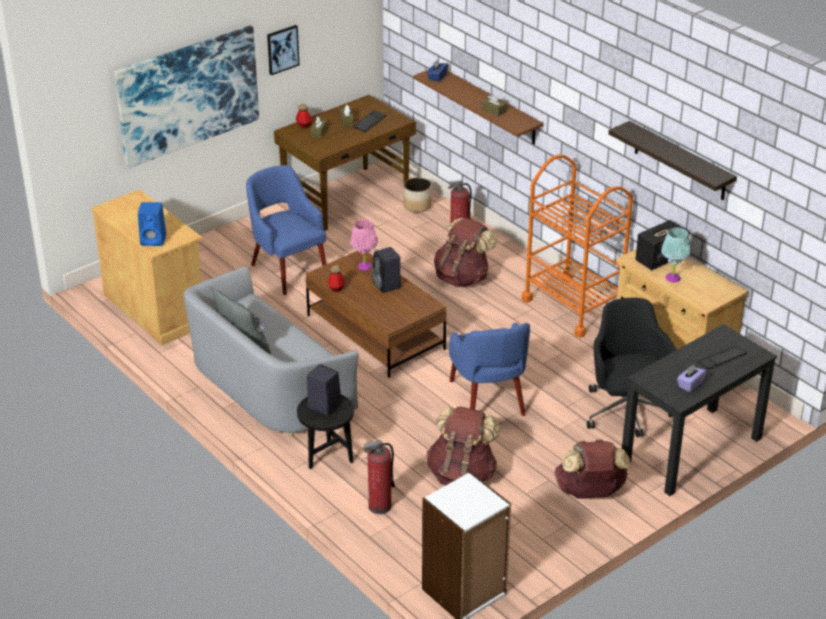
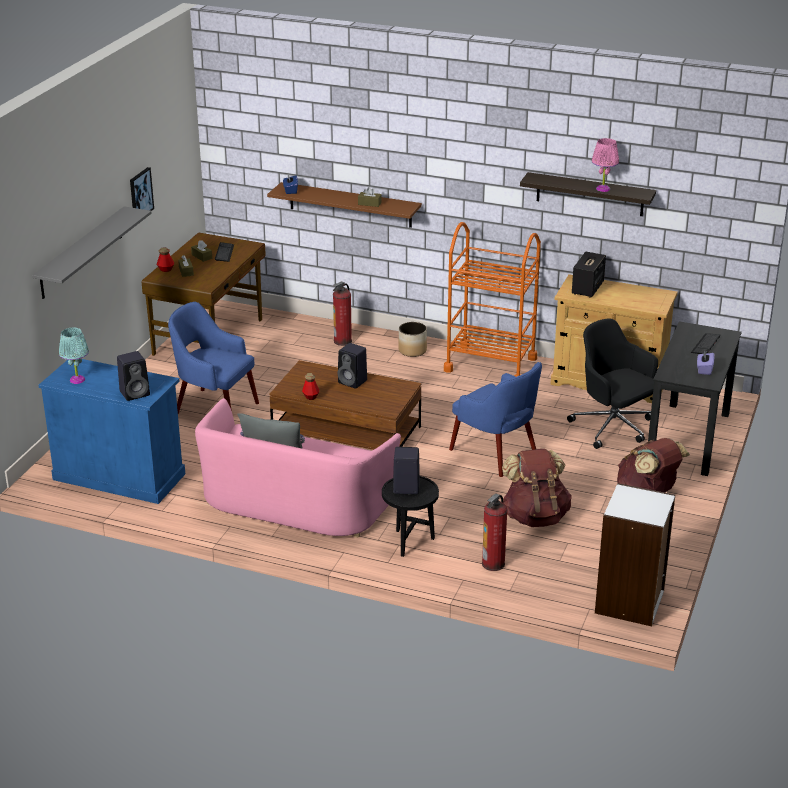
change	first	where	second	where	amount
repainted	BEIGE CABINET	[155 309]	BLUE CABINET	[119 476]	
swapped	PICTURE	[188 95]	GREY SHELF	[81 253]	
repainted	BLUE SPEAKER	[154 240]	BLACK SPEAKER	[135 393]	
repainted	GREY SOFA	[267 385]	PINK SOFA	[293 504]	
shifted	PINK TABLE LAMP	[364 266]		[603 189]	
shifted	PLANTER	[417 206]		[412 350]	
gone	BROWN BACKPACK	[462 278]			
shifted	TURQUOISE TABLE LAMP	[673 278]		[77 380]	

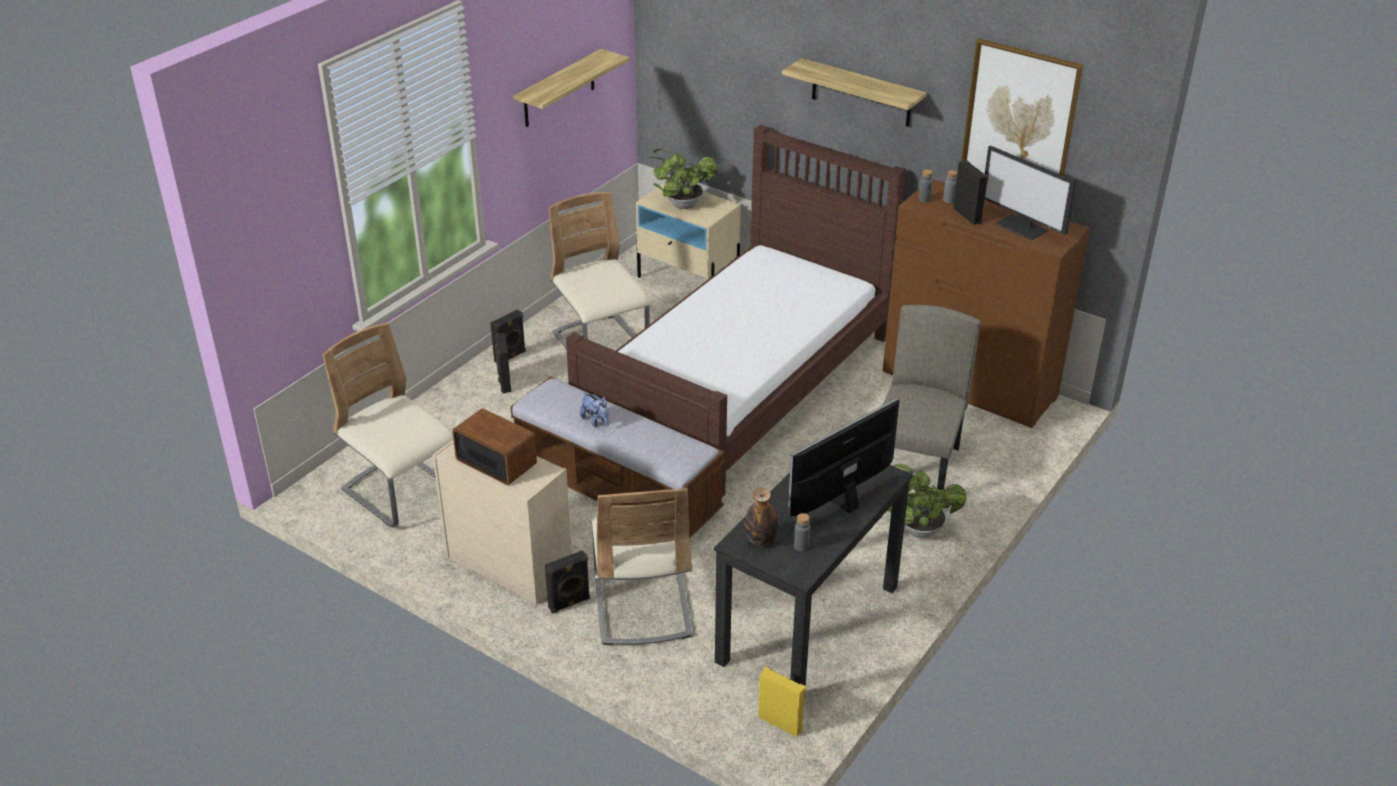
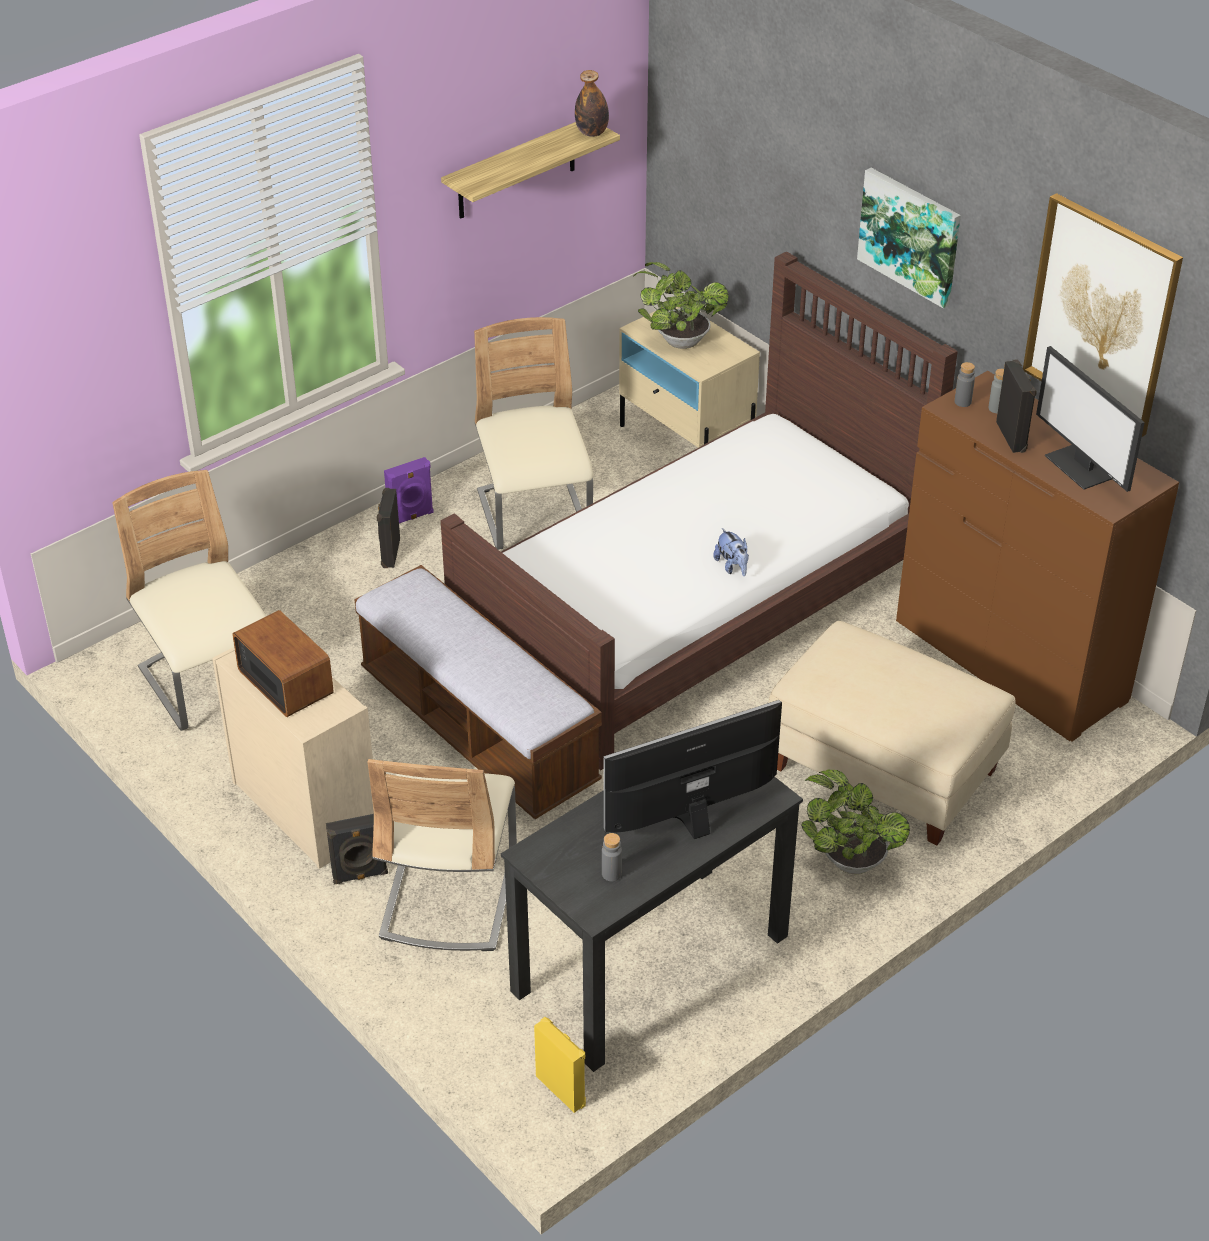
change	first	where	second	where	amount
repainted	BLACK SPEAKER	[510 357]	PURPLE SPEAKER	[411 517]	
shifted	PLUSH TOY	[596 421]		[732 567]	
shifted	BOTTLE	[760 540]		[592 133]	
swapped	SHELF	[861 93]	PICTURE	[910 236]	
swapped	BEIGE CHAIR	[915 466]	BEIGE OTTOMAN	[885 768]	

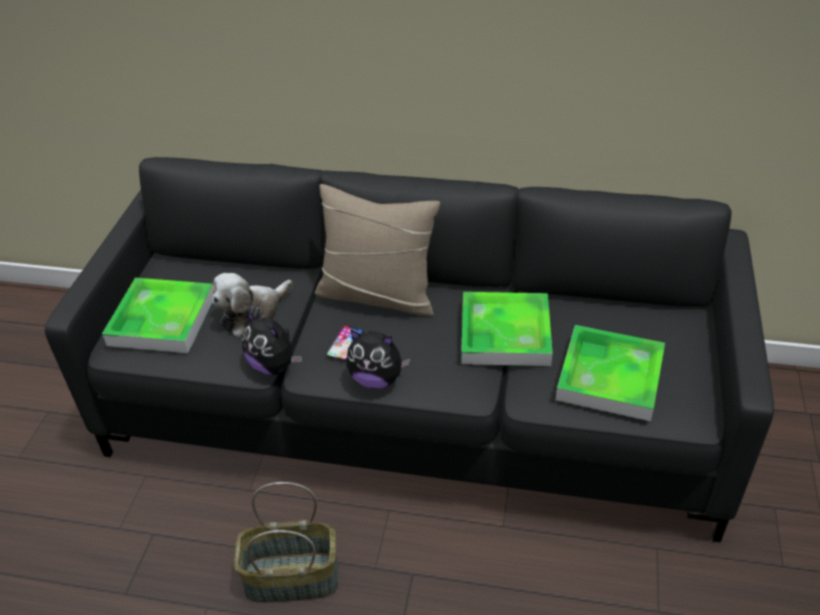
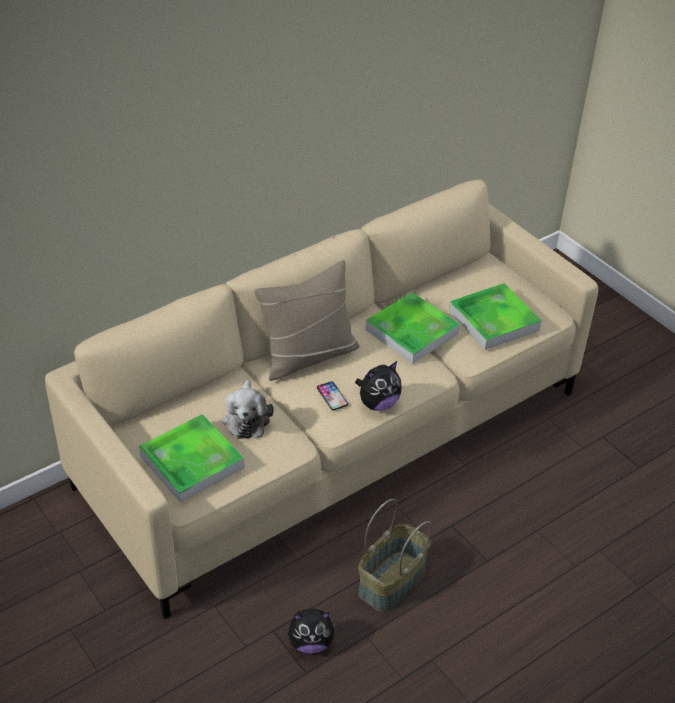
change	first	where	second	where	amount
repainted	BLACK SOFA	[415 410]	BEIGE SOFA	[334 439]	
shifted	PLUSH TOY	[274 365]		[310 643]	

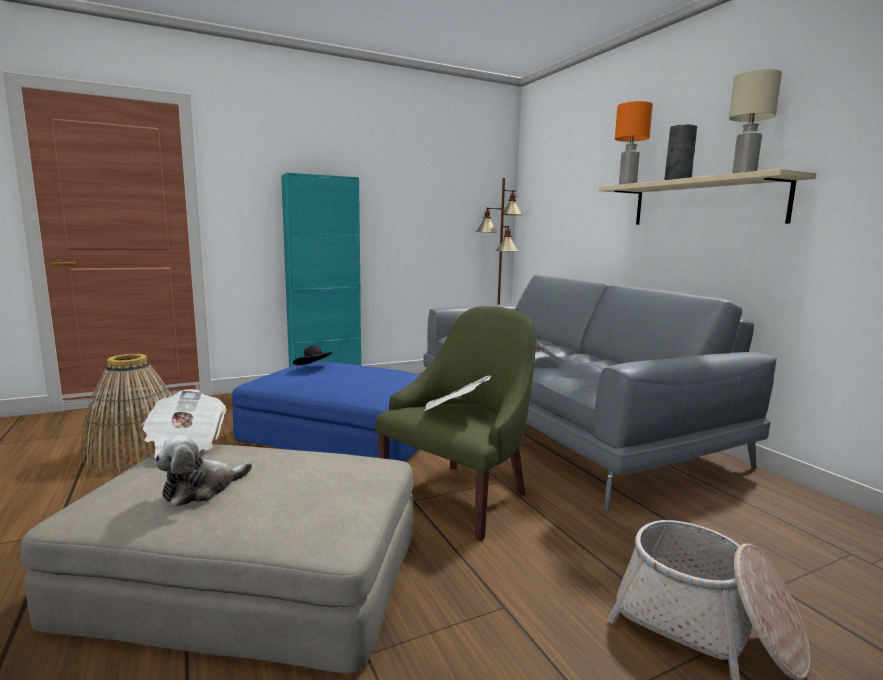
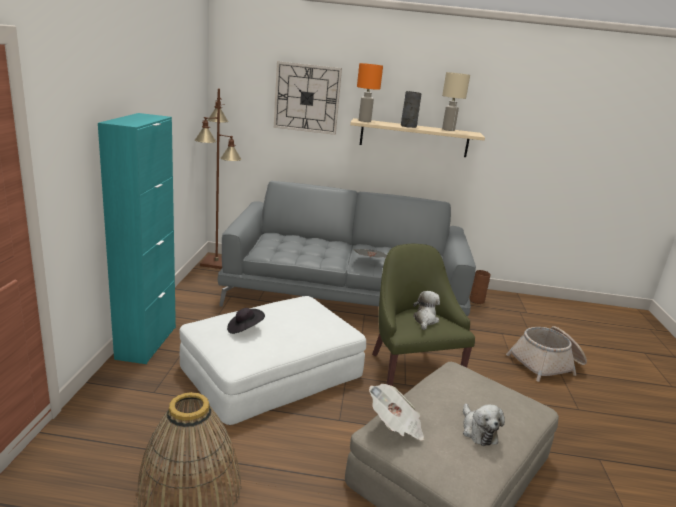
change	first	where	second	where	amount
repainted	BLUE OTTOMAN	[344 433]	WHITE OTTOMAN	[272 370]	
swapped	NEWSPAPER	[454 411]	PLUSH TOY	[425 320]	
new			WALL CLOCK	[307 98]	
new			BROWN VASE	[476 300]	

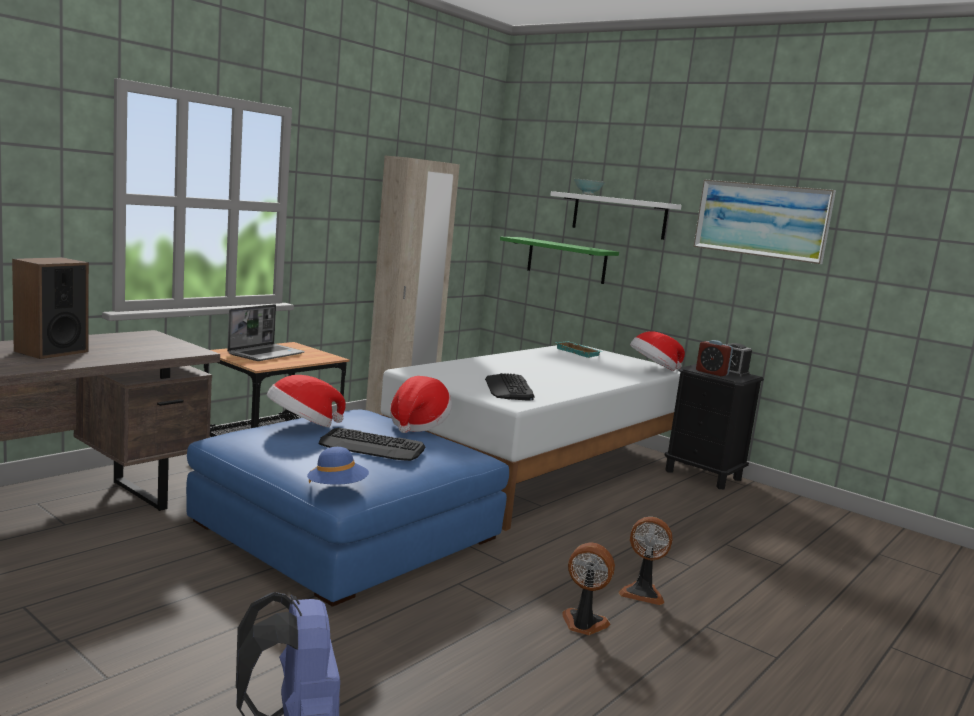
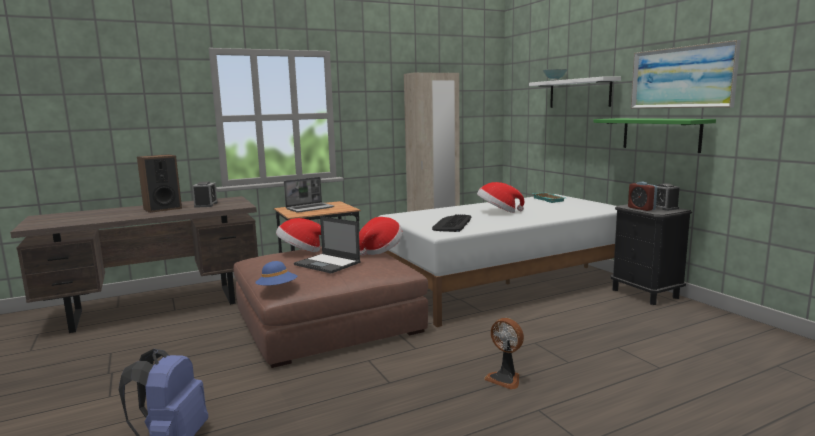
change	first	where	second	where	amount
repainted	BLUE OTTOMAN	[346 530]	BROWN OTTOMAN	[327 321]	
swapped	KEYBOARD	[372 446]	LAPTOP	[328 264]	
shifted	GREEN SHELF	[566 260]		[660 134]	
gone	FAN	[583 624]			
shifted	HAT	[653 369]		[498 212]	
new			ALARM CLOCK	[206 205]	

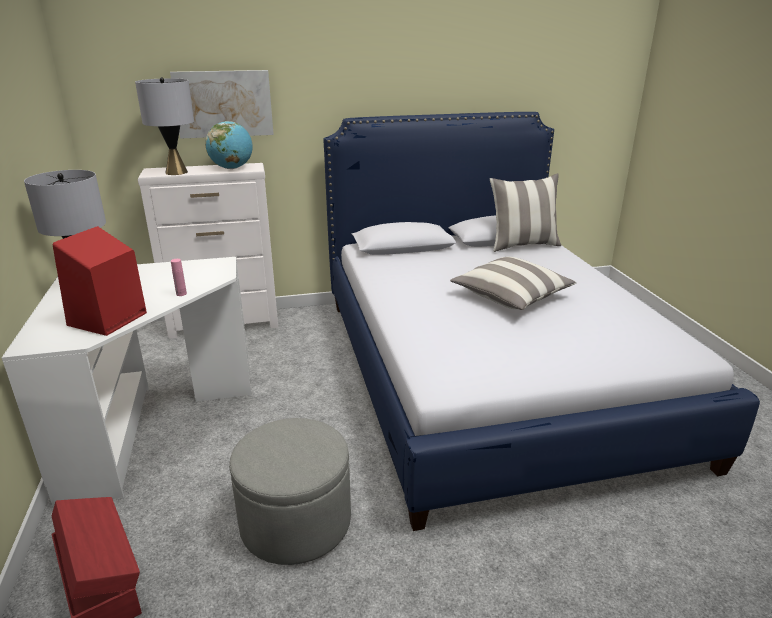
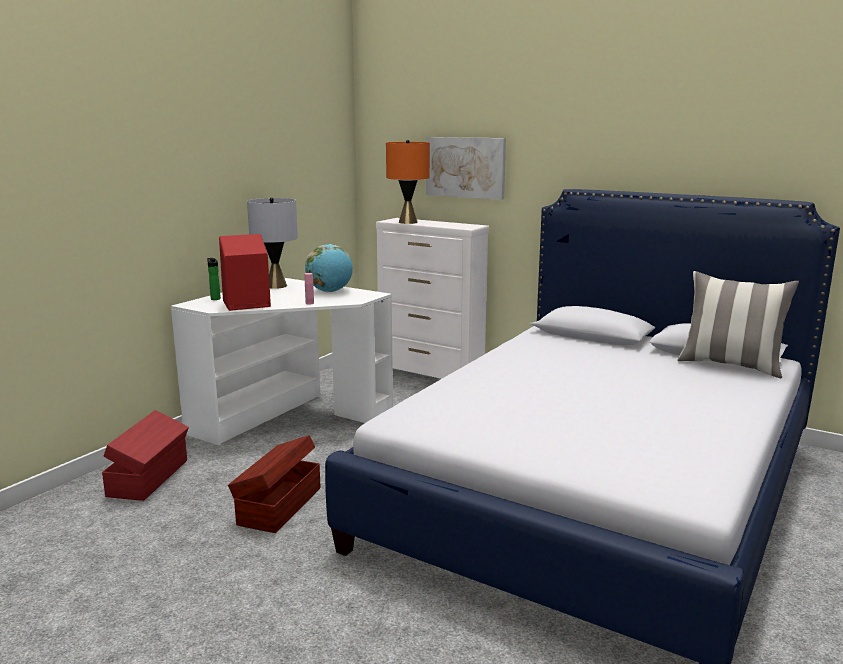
change	first	where	second	where	amount
repainted	GREY TABLE LAMP	[176 172]	ORANGE TABLE LAMP	[407 222]	
shifted	GLOBE	[232 168]		[330 291]	
swapped	GREY OTTOMAN	[296 522]	BROWN STORAGE BOX	[278 506]	
gone	PILLOW	[511 296]			
new			BOTTLE	[215 298]	

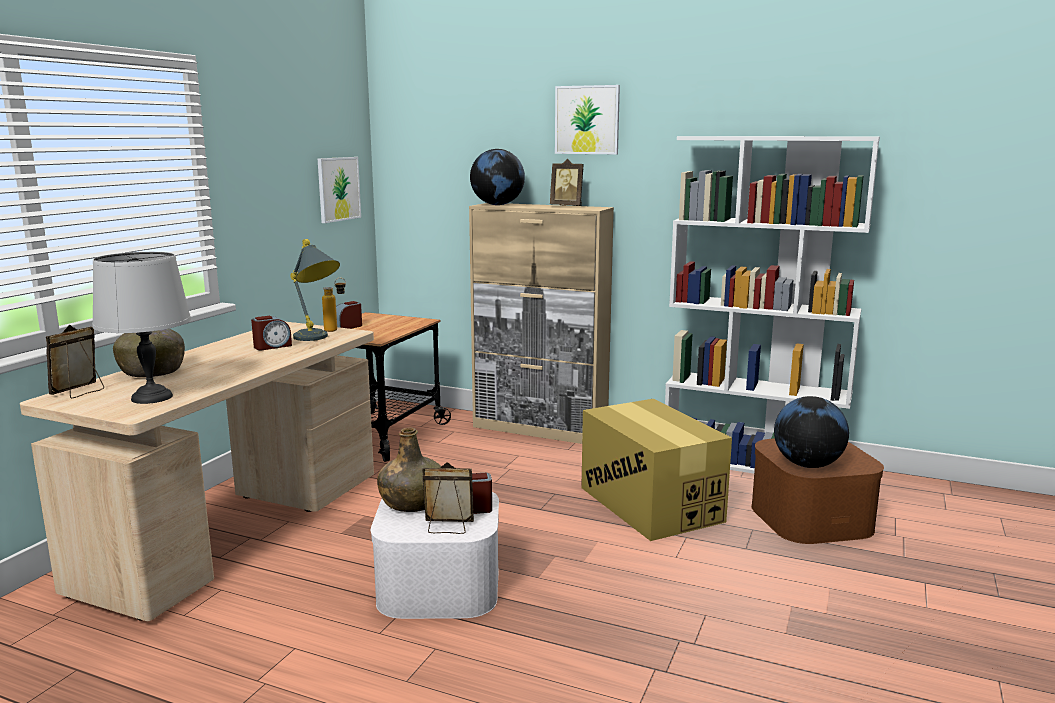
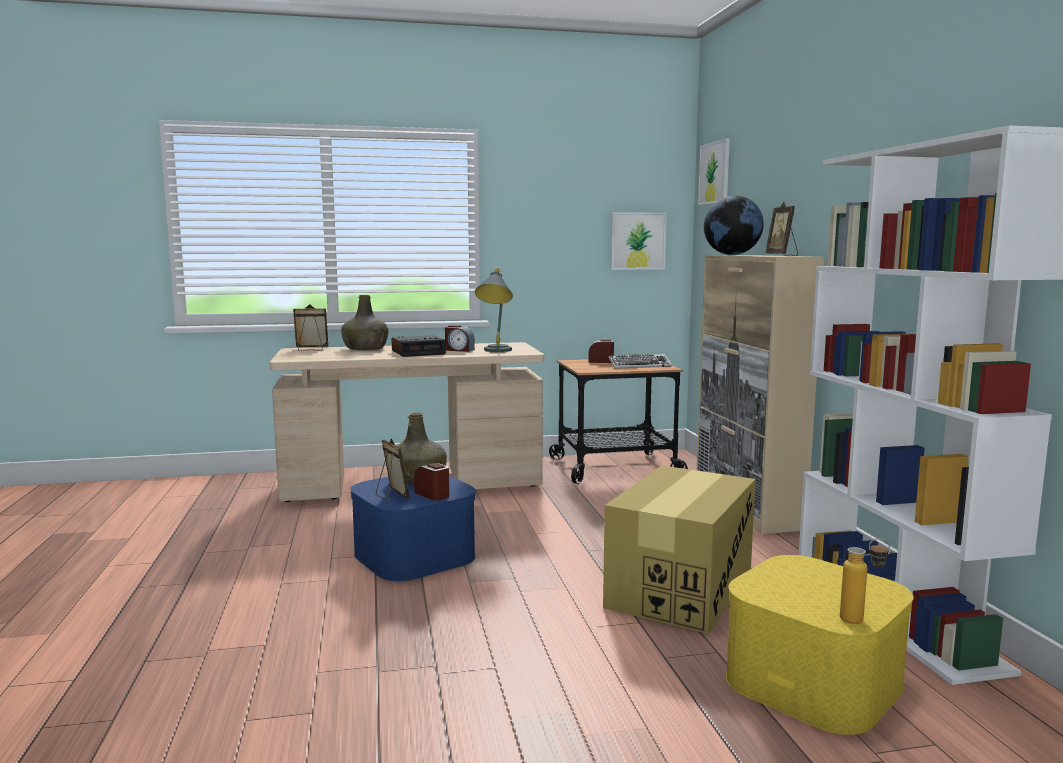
change	first	where	second	where	amount
gone	GREY TABLE LAMP	[151 397]			
shifted	BOTTLE	[336 330]		[861 622]	
repainted	WHITE STORAGE BOX	[439 585]	BLUE STORAGE BOX	[414 555]	
shifted	PICTURE	[587 120]		[714 173]	
repainted	BROWN STORAGE BOX	[811 517]	YELLOW STORAGE BOX	[814 681]	
gone	GLOBE	[808 465]			
new			ALARM CLOCK	[419 352]	
new			KEYBOARD	[639 365]	

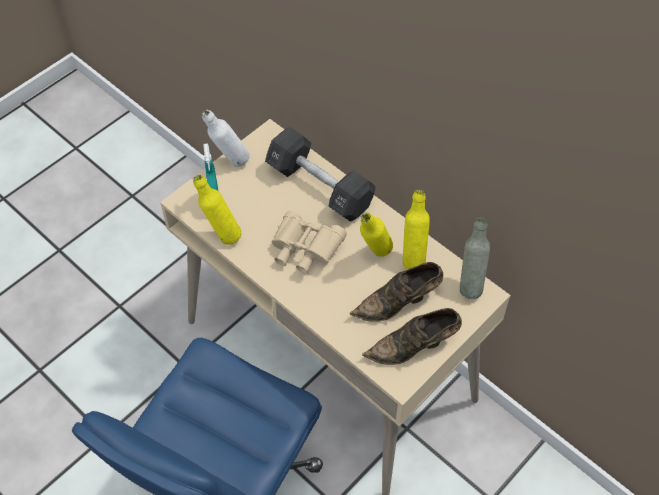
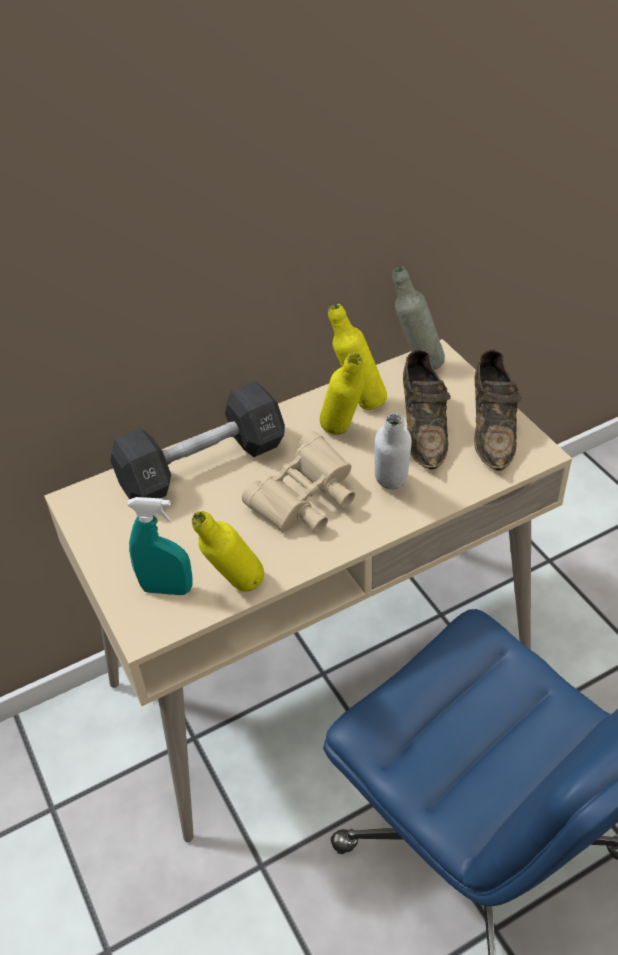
change	first	where	second	where	amount
shifted	WHITE BOTTLE	[230 163]		[391 492]	

